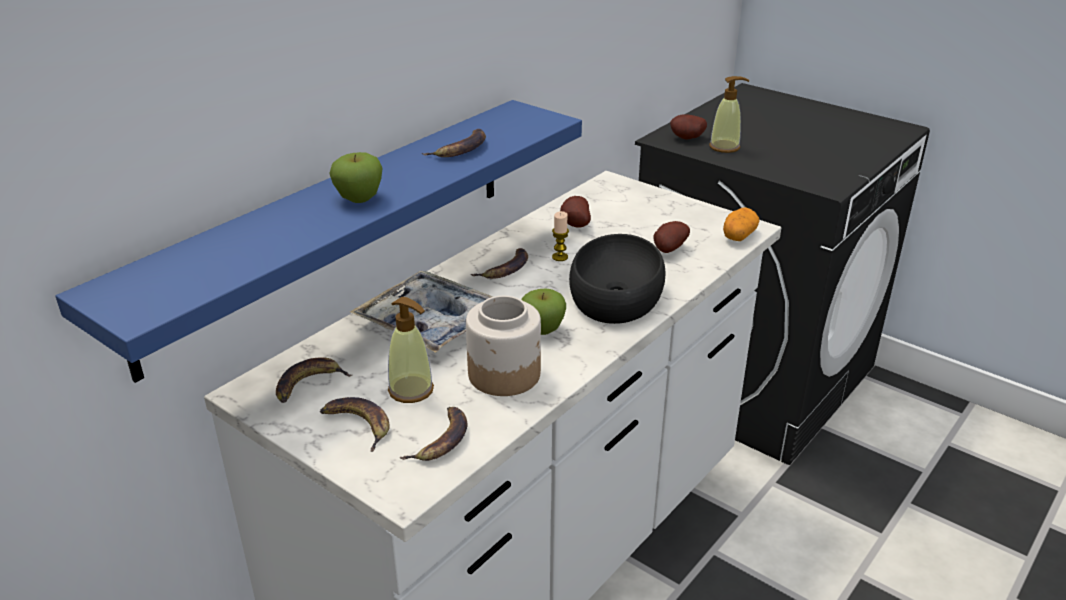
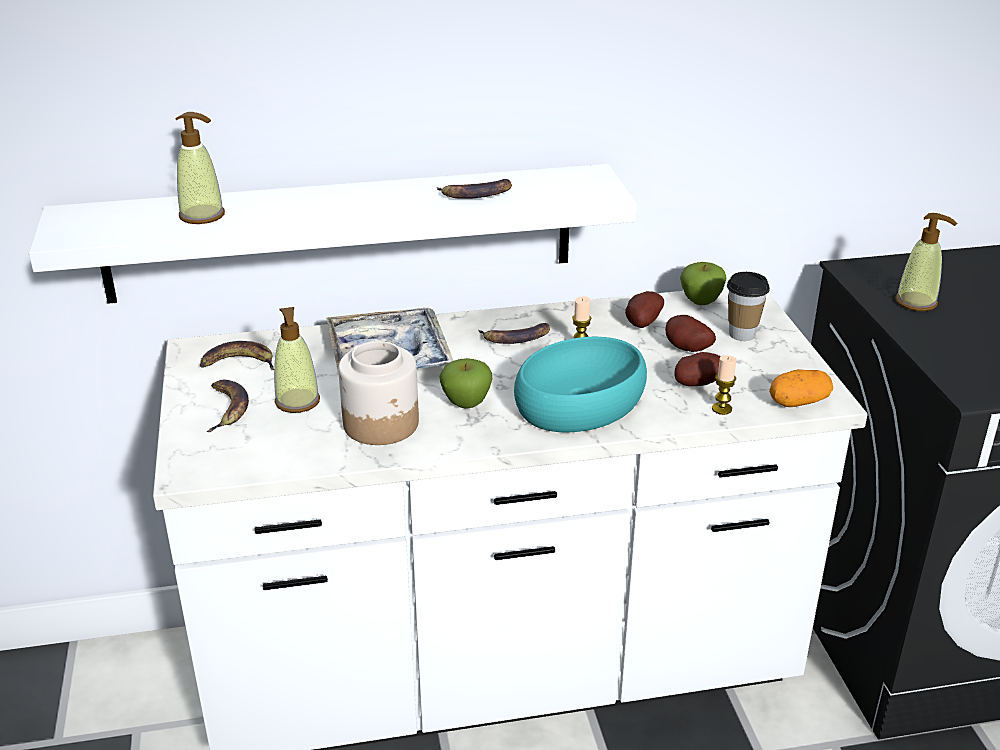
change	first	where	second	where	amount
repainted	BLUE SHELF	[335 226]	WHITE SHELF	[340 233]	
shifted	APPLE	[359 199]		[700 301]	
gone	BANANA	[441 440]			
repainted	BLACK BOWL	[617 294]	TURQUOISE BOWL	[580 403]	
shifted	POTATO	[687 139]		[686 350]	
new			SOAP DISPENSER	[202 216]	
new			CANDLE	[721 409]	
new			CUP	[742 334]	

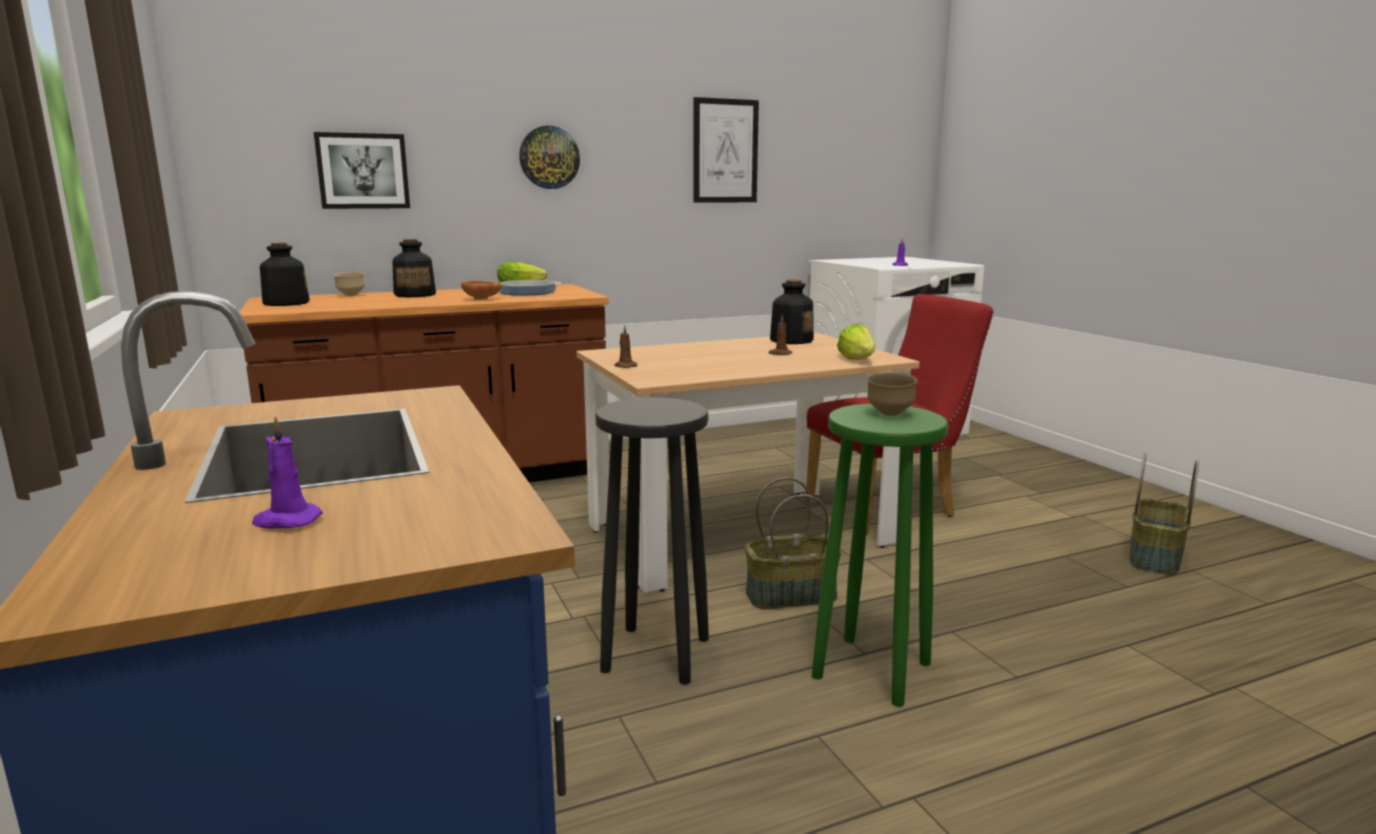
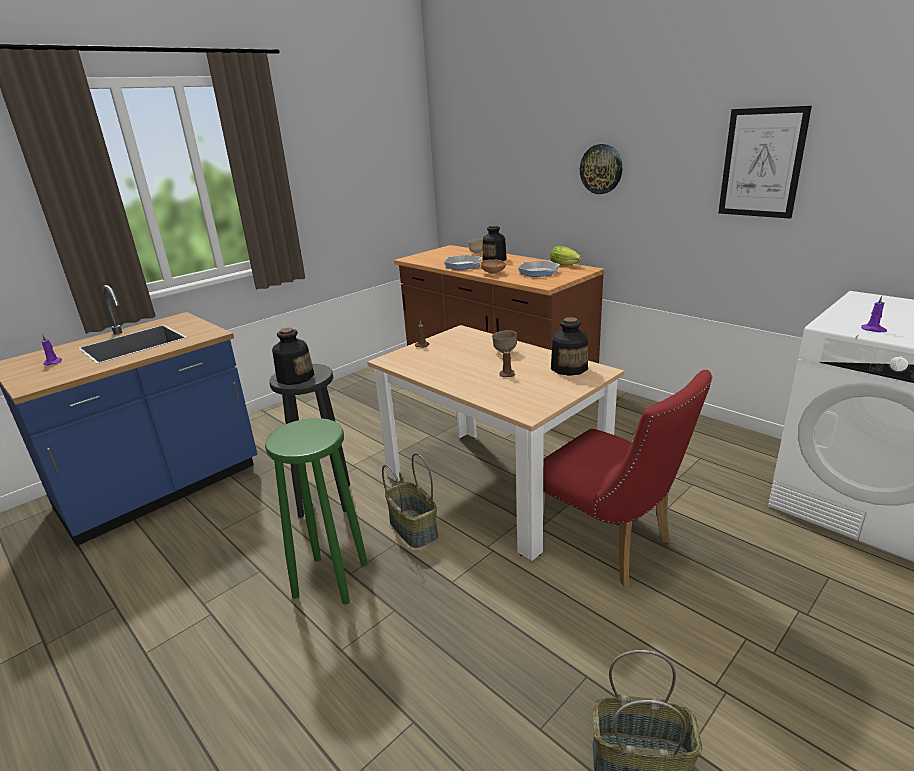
change	first	where	second	where	amount
shifted	BOTTLE	[286 303]		[295 377]	
gone	PICTURE	[363 171]			
gone	LETTUCE	[857 360]			
shifted	BROWN BOWL	[889 414]		[504 352]	
new			FRYING PAN	[463 265]	

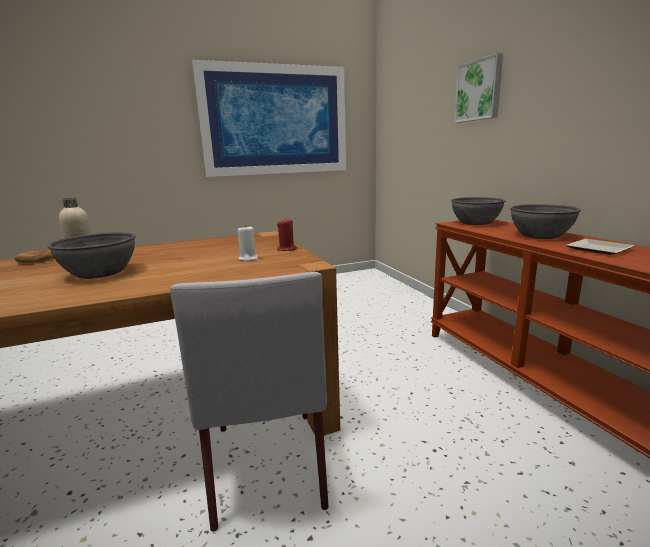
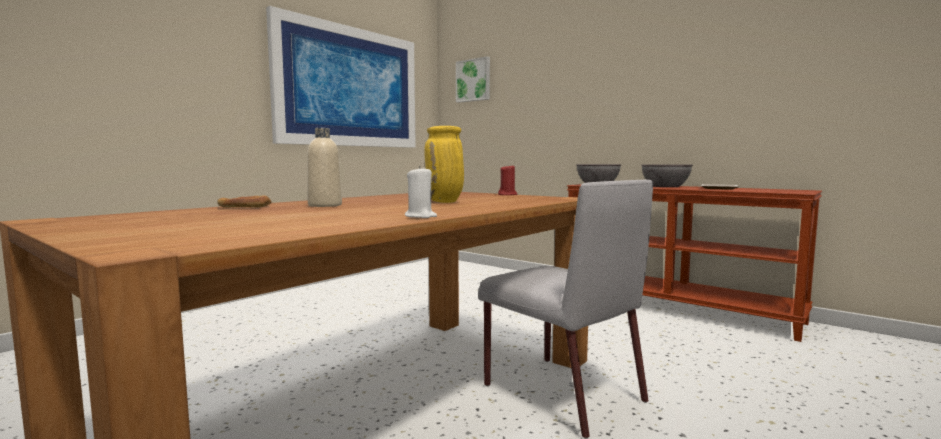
change	first	where	second	where	amount
gone	GREY BOWL	[100 272]			
shifted	WHITE CANDLE	[248 258]		[420 216]	
shifted	PICTURE	[479 90]		[473 80]	
new			YELLOW VASE	[445 202]	

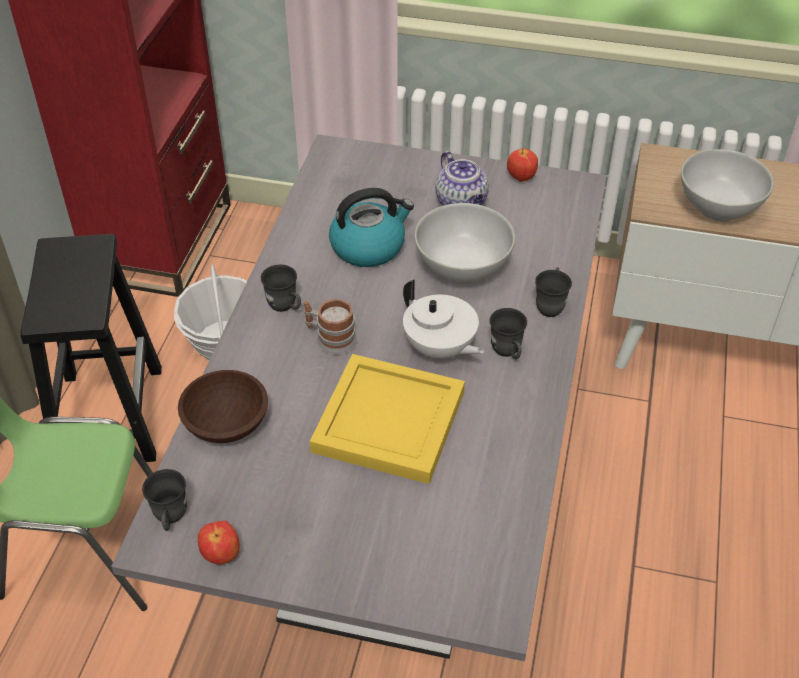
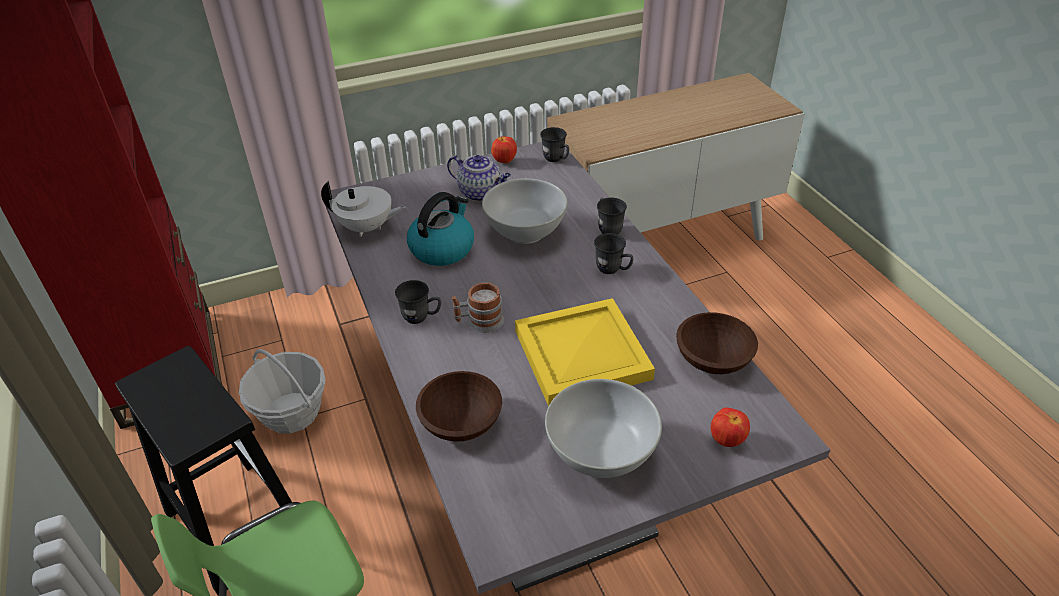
change	first	where	second	where	amount
shifted	GREY MUG	[170 519]		[556 159]	
shifted	APPLE	[222 555]		[727 440]	
shifted	WHITE TEAPOT	[440 349]		[366 228]	
shifted	WHITE BOWL	[718 208]		[601 454]	
new			BROWN BOWL	[712 359]	

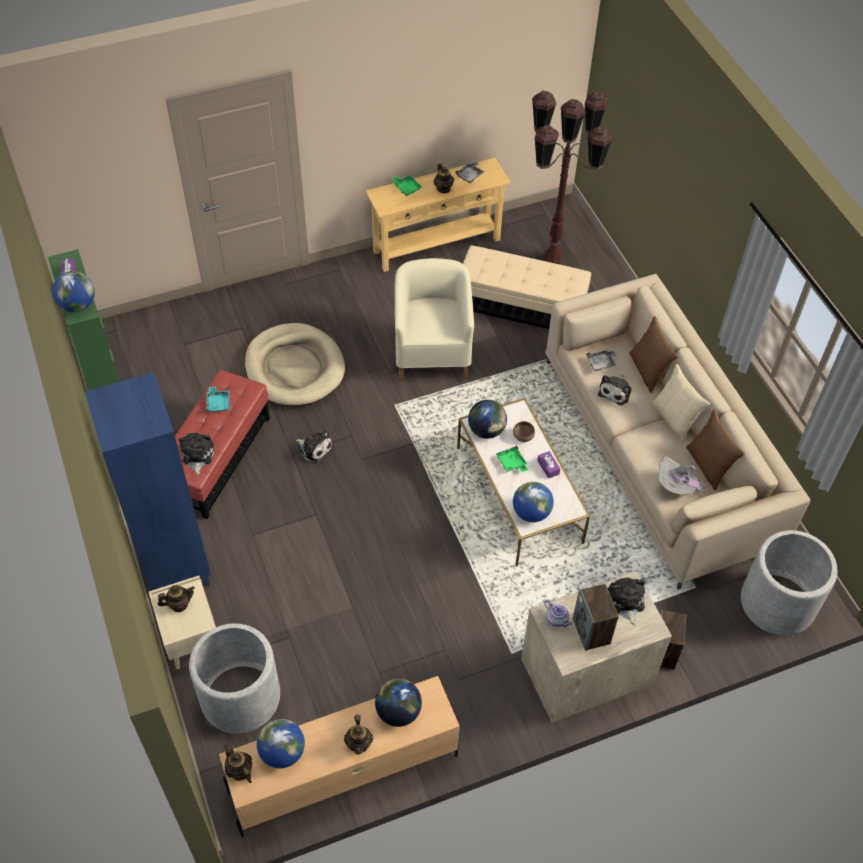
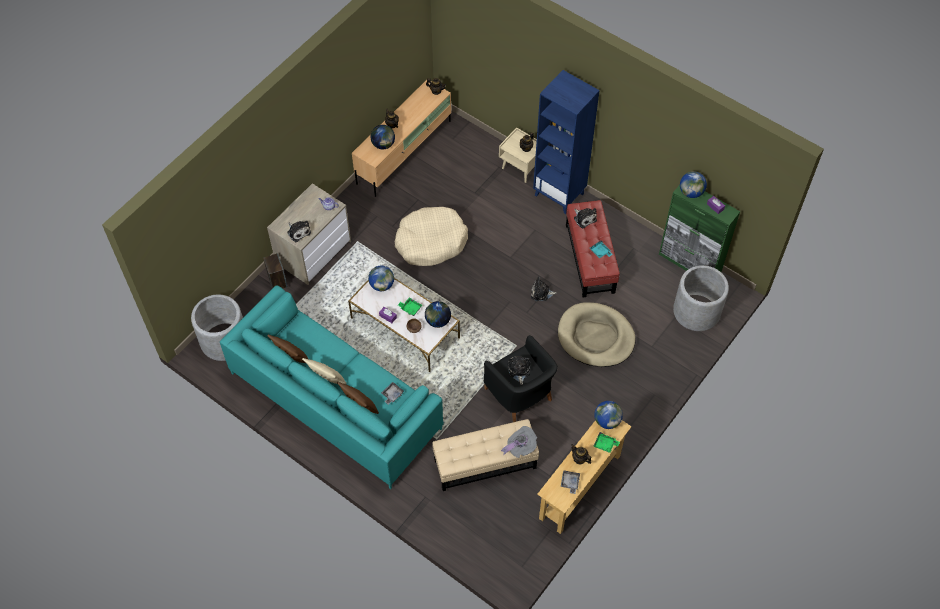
change	first	where	second	where	amount
shifted	GREY PLANTER	[240 697]		[696 311]	
shifted	GLOBE	[282 752]		[607 421]	
repainted	BEIGE ARMCHAIR	[432 353]	BLACK ARMCHAIR	[520 395]	
gone	BROWN FLOOR LAMP	[553 259]			
repainted	BEIGE SOFA	[658 452]	TURQUOISE SOFA	[335 400]	
gone	SPEAKER	[591 631]			
shifted	PLUSH TOY	[616 391]		[518 370]	
shifted	GREY HAT	[676 486]		[520 447]	
new			BEIGE DOG BED	[430 242]	

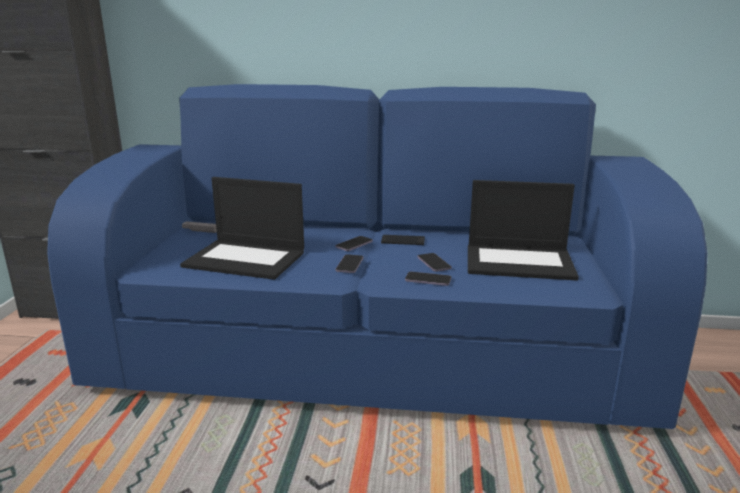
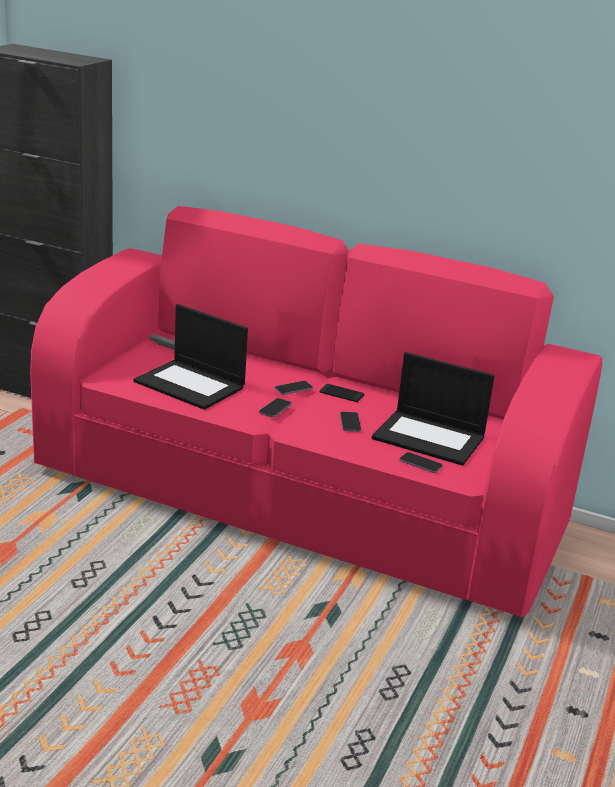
change	first	where	second	where	amount
repainted	BLUE SOFA	[371 357]	PINK SOFA	[299 498]	
shifted	PHONE	[428 280]		[420 464]	

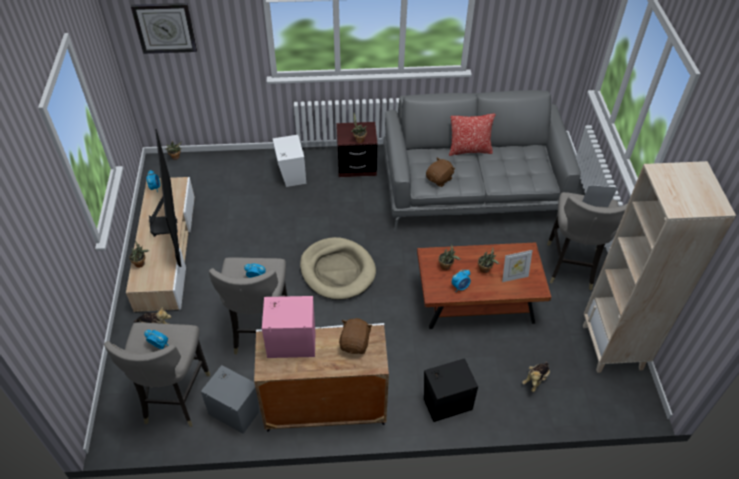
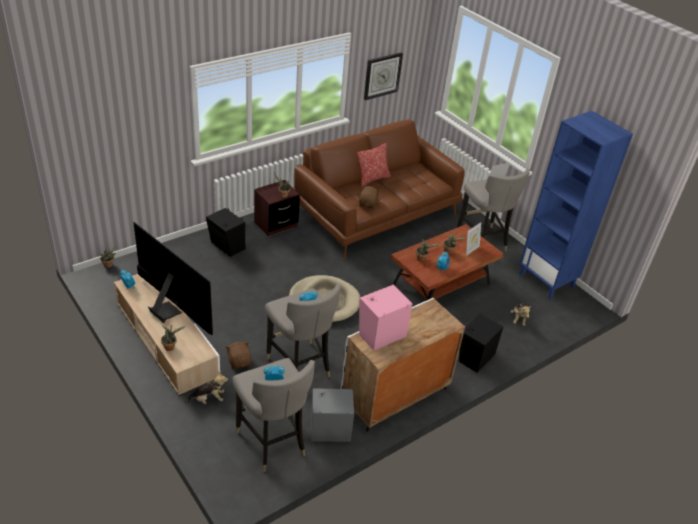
change	first	where	second	where	amount
shifted	WALL CLOCK	[165 28]		[382 75]	
repainted	WHITE SPEAKER	[291 174]	BLACK SPEAKER	[227 246]	
shifted	BROWN PLUSH TOY	[355 343]		[239 361]	
repainted	GREY SOFA	[473 188]	BROWN SOFA	[376 212]	
repainted	BEIGE BOOKCASE	[612 347]	BLUE BOOKCASE	[547 281]	

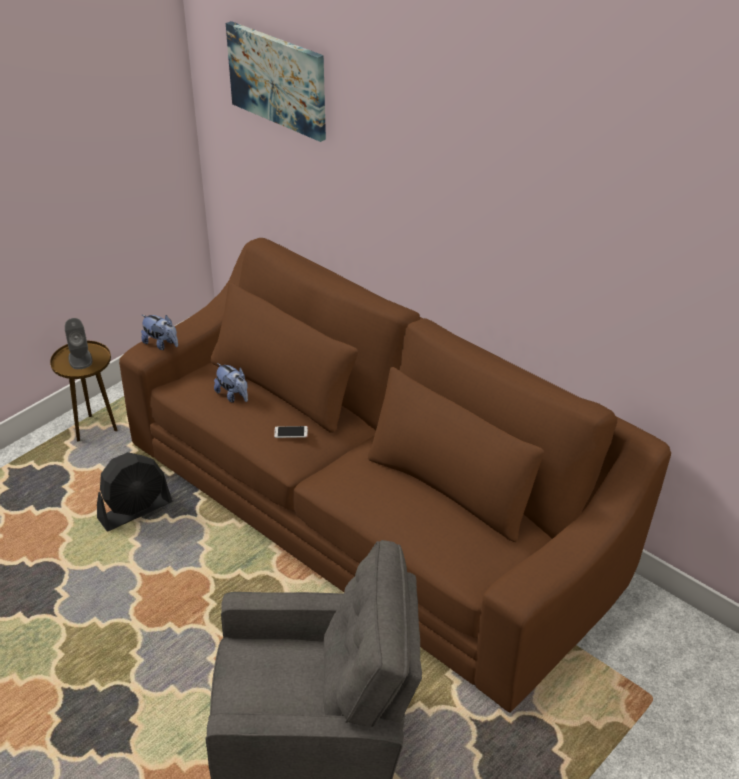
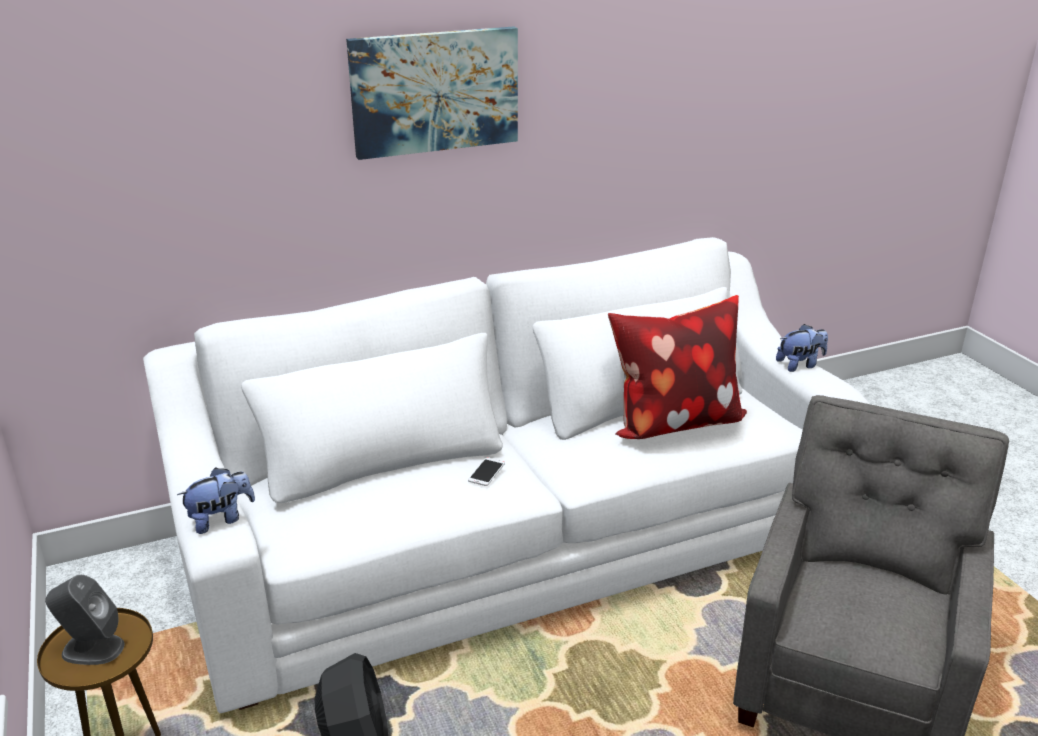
change	first	where	second	where	amount
repainted	BROWN SOFA	[370 512]	WHITE SOFA	[519 537]	
shifted	PLUSH TOY	[233 396]		[800 365]	
shifted	PICTURE	[278 79]		[435 91]	
new			PILLOW	[673 422]	

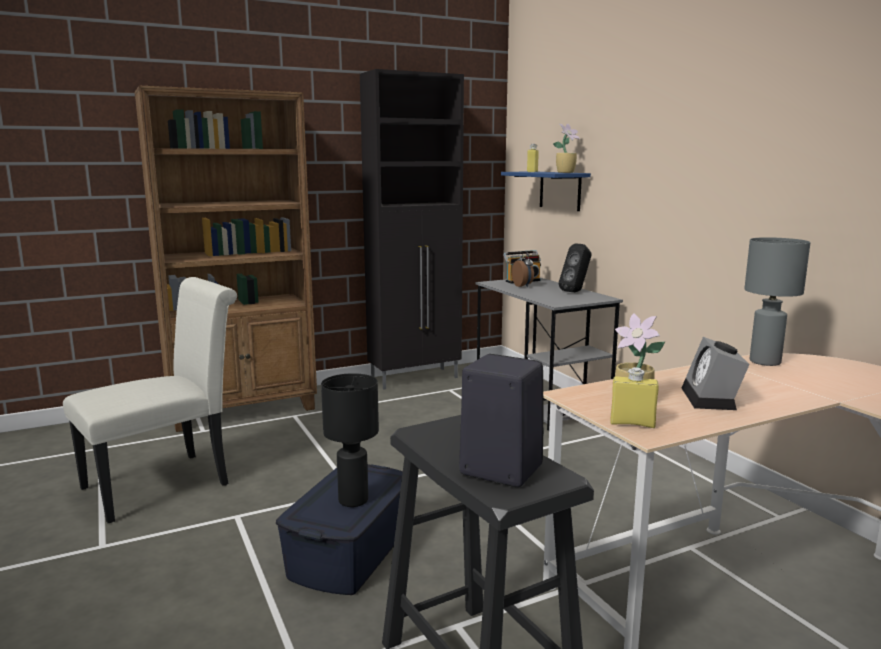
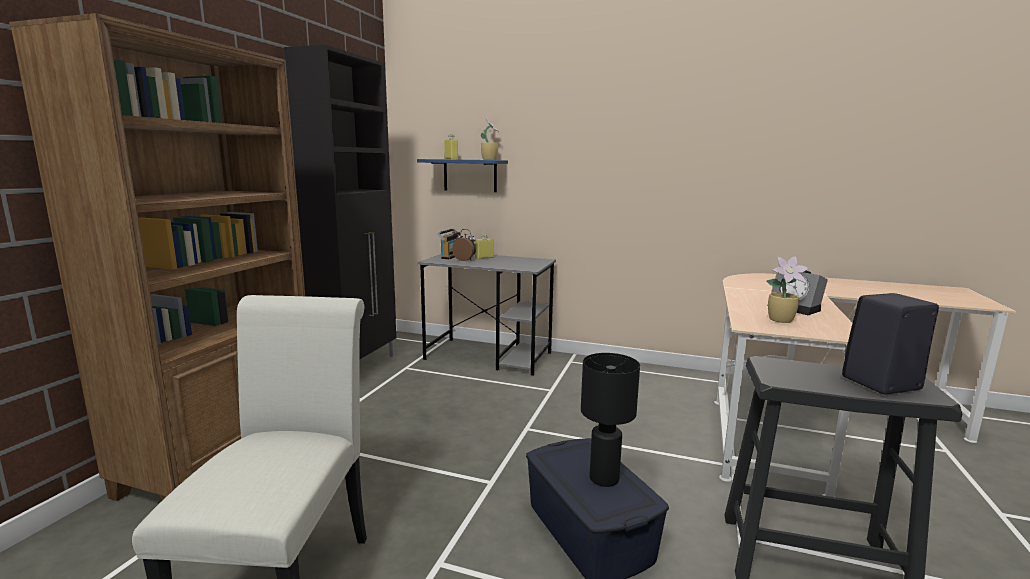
change	first	where	second	where	amount
gone	BLACK SPEAKER	[576 291]			
shifted	YELLOW BOTTLE	[632 423]		[484 258]	
gone	GREY TABLE LAMP	[764 362]			

